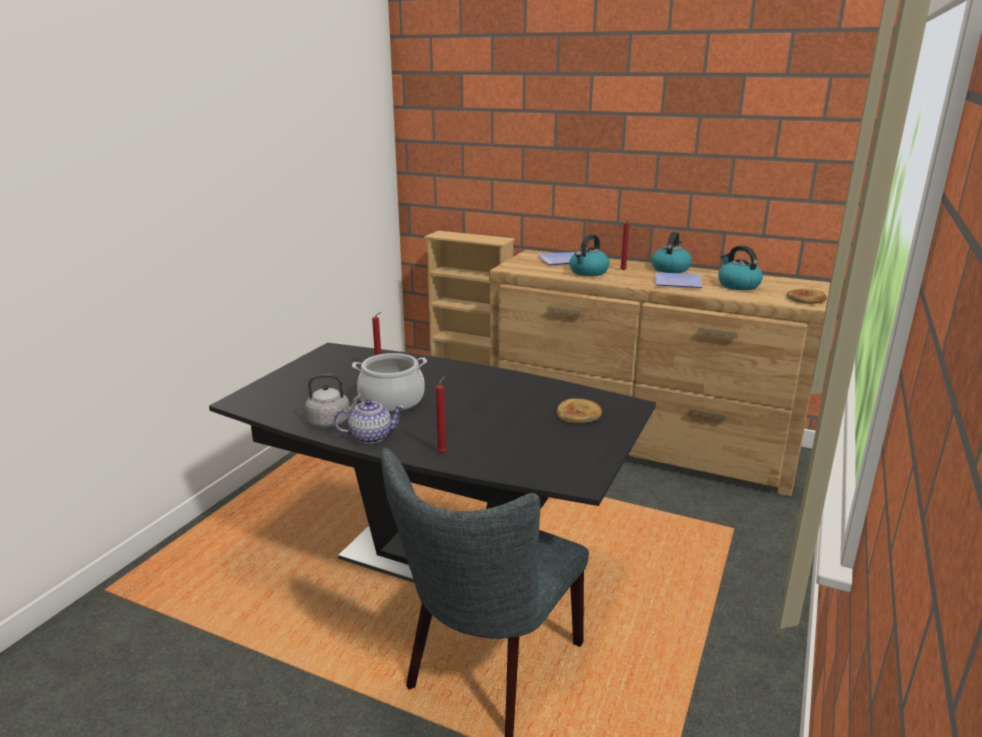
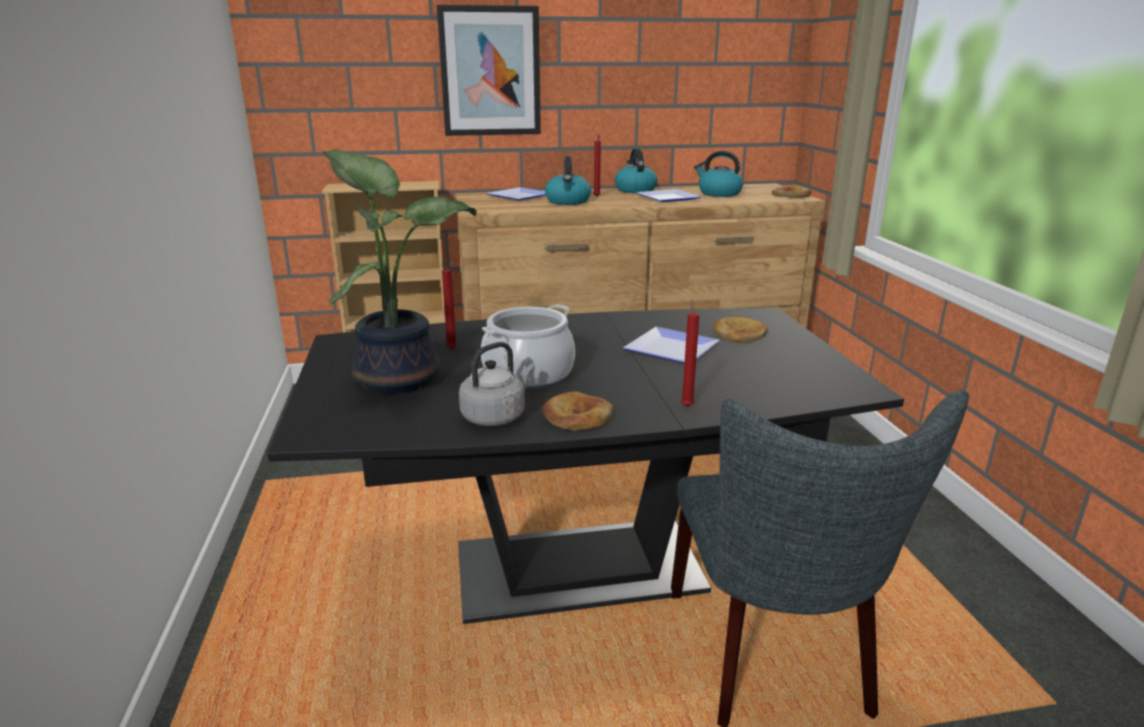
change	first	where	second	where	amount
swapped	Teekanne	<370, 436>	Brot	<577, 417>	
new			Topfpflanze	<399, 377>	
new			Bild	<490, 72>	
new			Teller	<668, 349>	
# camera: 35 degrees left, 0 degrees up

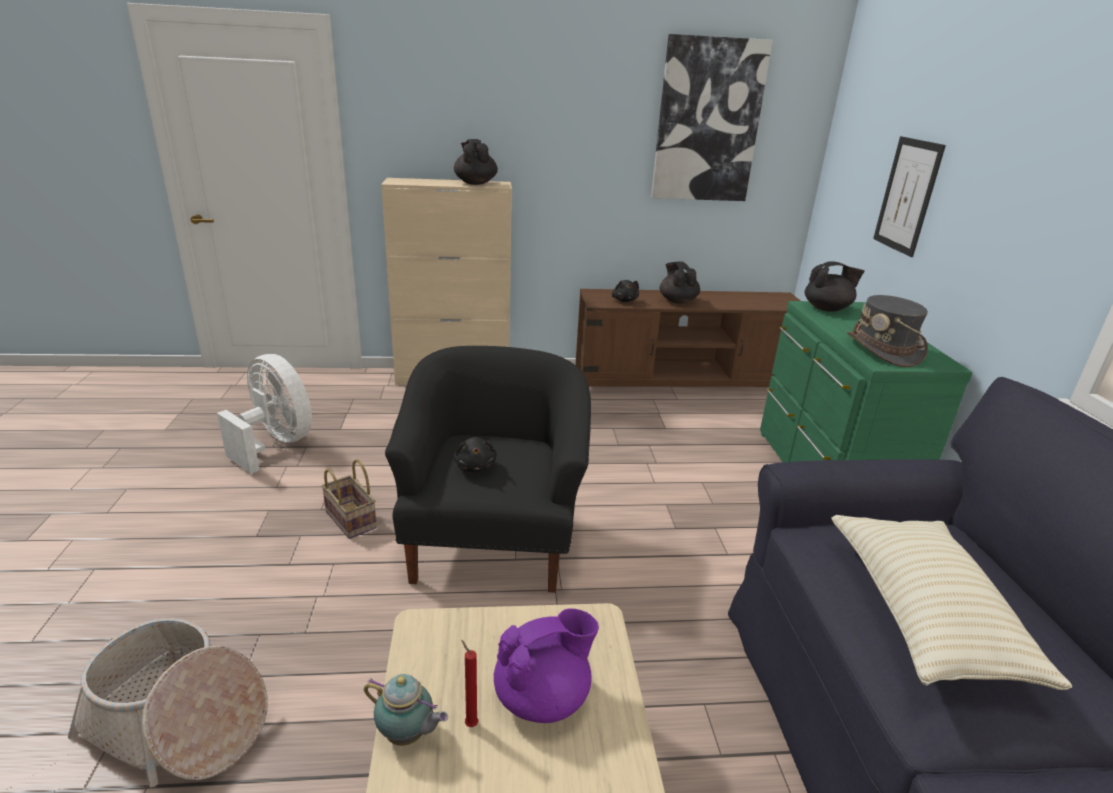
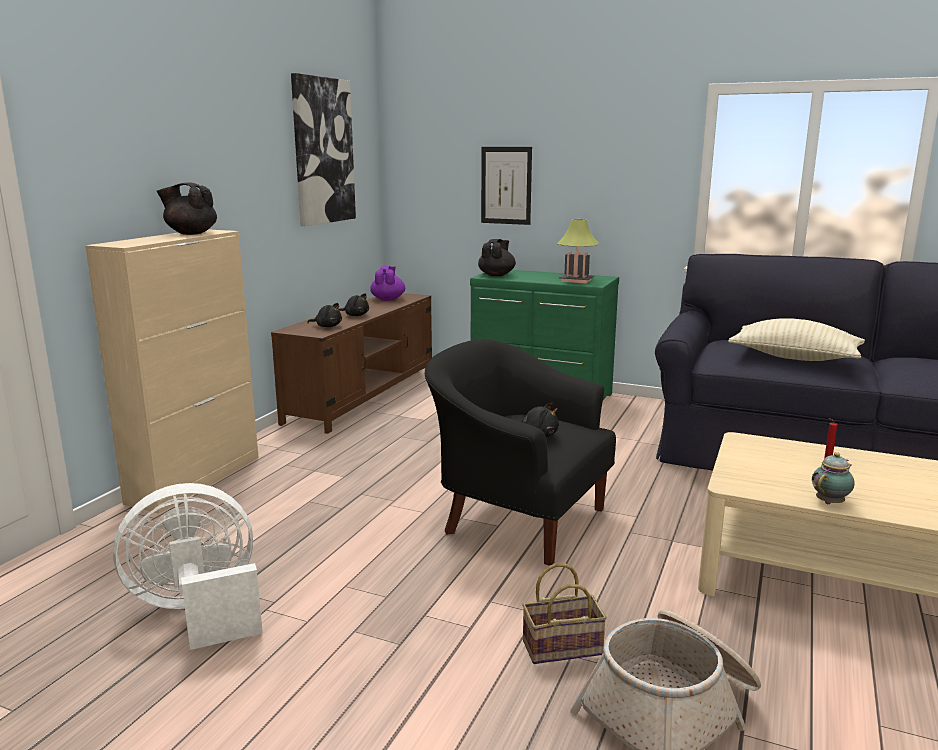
change	first	where	second	where	amount
shifted	Korb	<352, 520>		<563, 646>	
shifted	Teekanne/lila	<543, 697>		<388, 299>	
swapped	Teekanne/schwarz	<677, 301>	Plüschtier/schwarz	<355, 315>	
swapped	Hut/grau	<883, 350>	Tischlampe	<576, 280>	
# camera: 60 degrees left, 10 degrees down

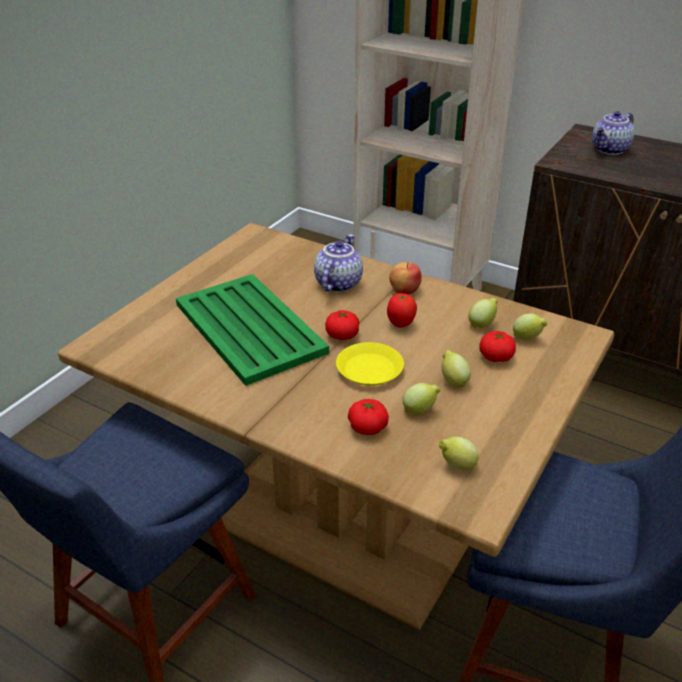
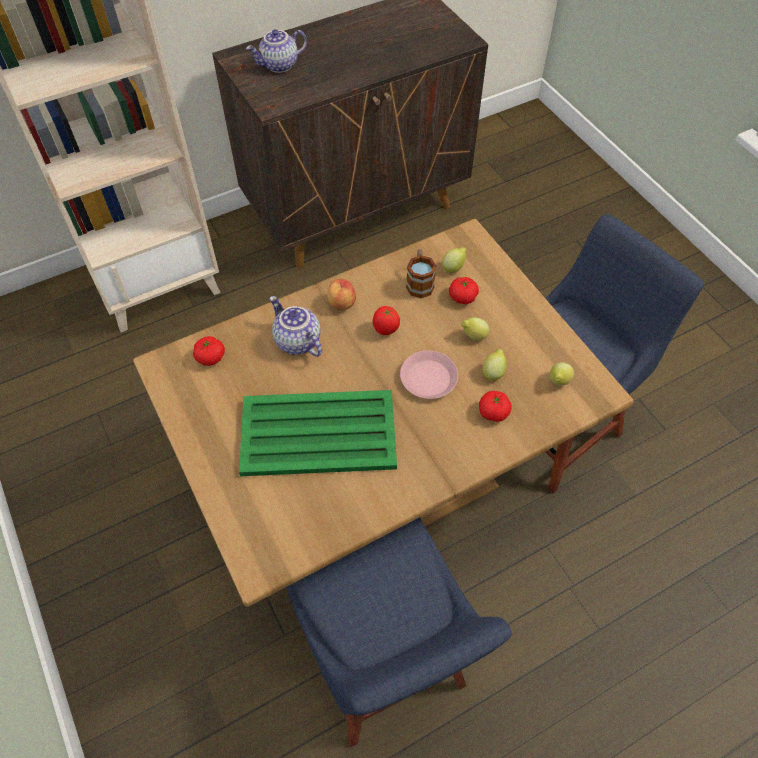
change	first	where	second	where	amount
shifted	Tomate	<342, 335>		<210, 357>	
repainted	Teller/gelb	<369, 369>	Teller/rosa	<428, 378>	
swapped	Zitrone	<482, 324>	Henkelbecher	<419, 282>	
rotated	Teekanne	<610, 150>		<279, 66>	75 degrees clockwise
# camera: 60 degrees left, 20 degrees up

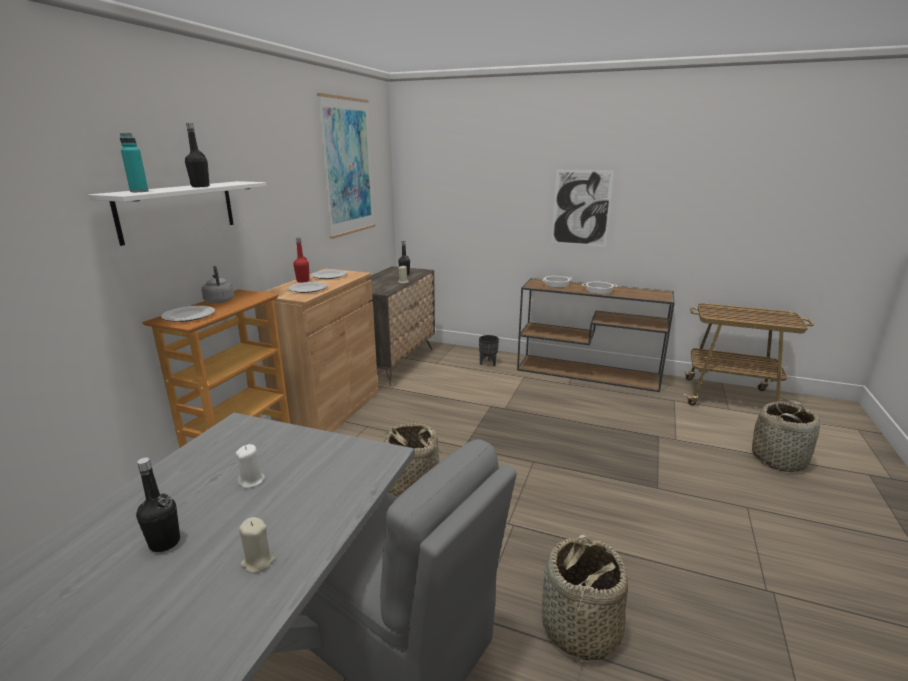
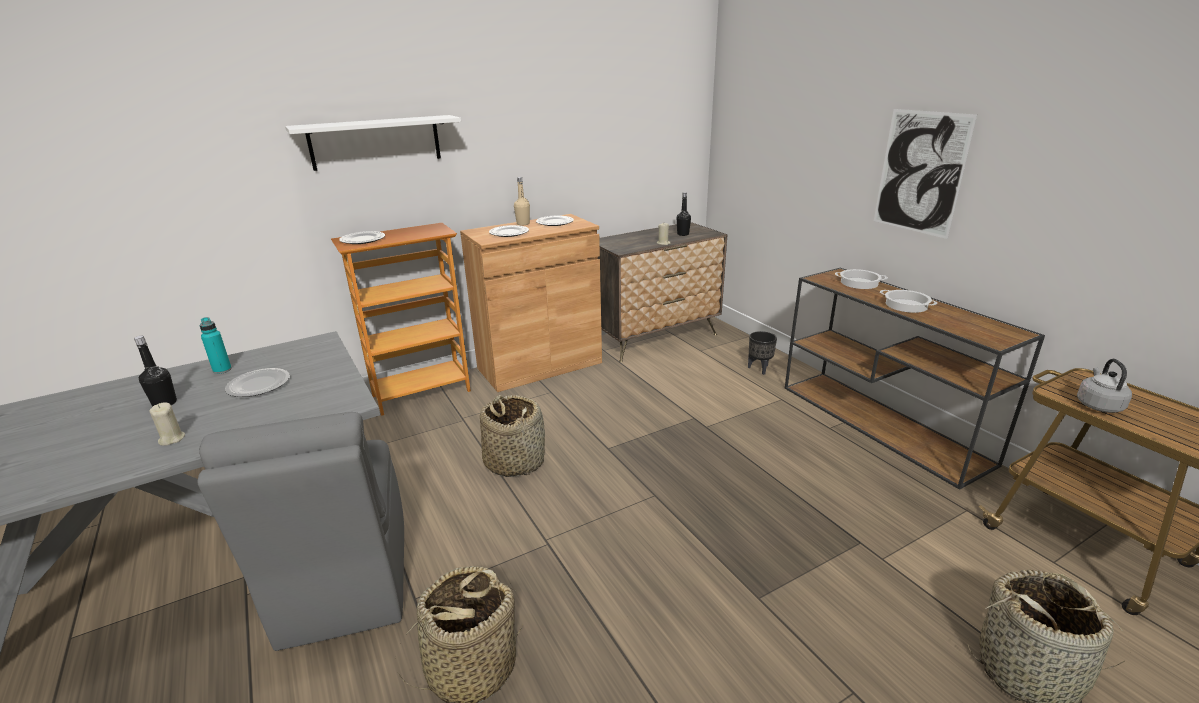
change	first	where	second	where	amount
shifted	Flasche/türkis	<139, 191>		<222, 370>	
gone	Flasche/schwarz	<200, 186>			
shifted	Wasserkessel/grau	<219, 300>		<1098, 405>	
swapped	Kerze/weiß	<252, 481>	Teller	<258, 385>	
repainted	Flasche/rot	<303, 281>	Flasche/beige	<523, 224>	
gone	Bild	<348, 167>			
# camera: 40 degrees right, 5 degrees up

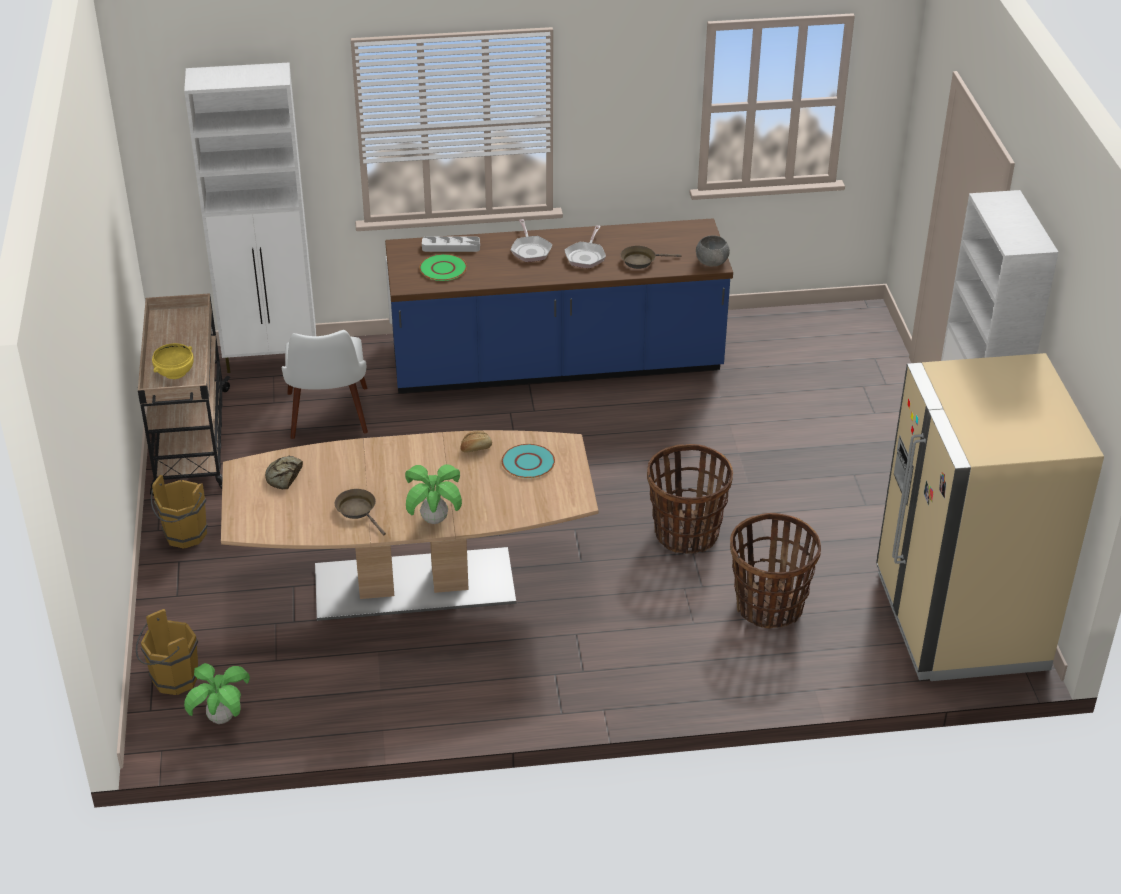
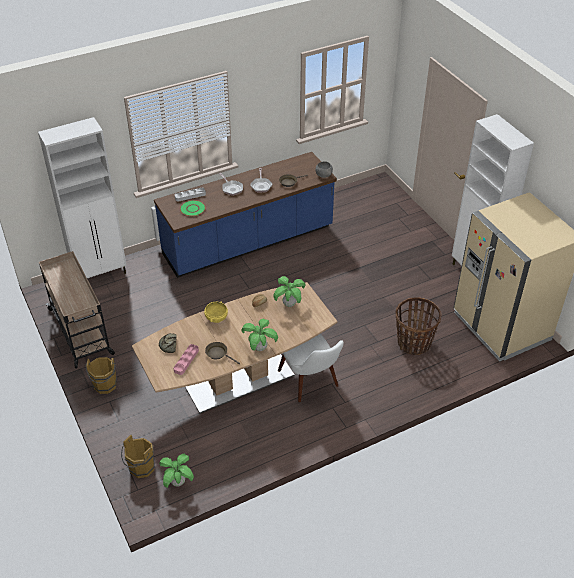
change	first	where	second	where	amount
shifted	Schüssel/gelb	<174, 372>		<216, 318>	
shifted	Stuhl/weiß	<329, 420>		<312, 384>	
swapped	Teller/türkis	<528, 462>	Topfpflanze	<289, 304>	
gone	Korb	<686, 534>			
new			Tablett/rosa	<186, 360>	
# camera: 20 degrees left, 5 degrees up

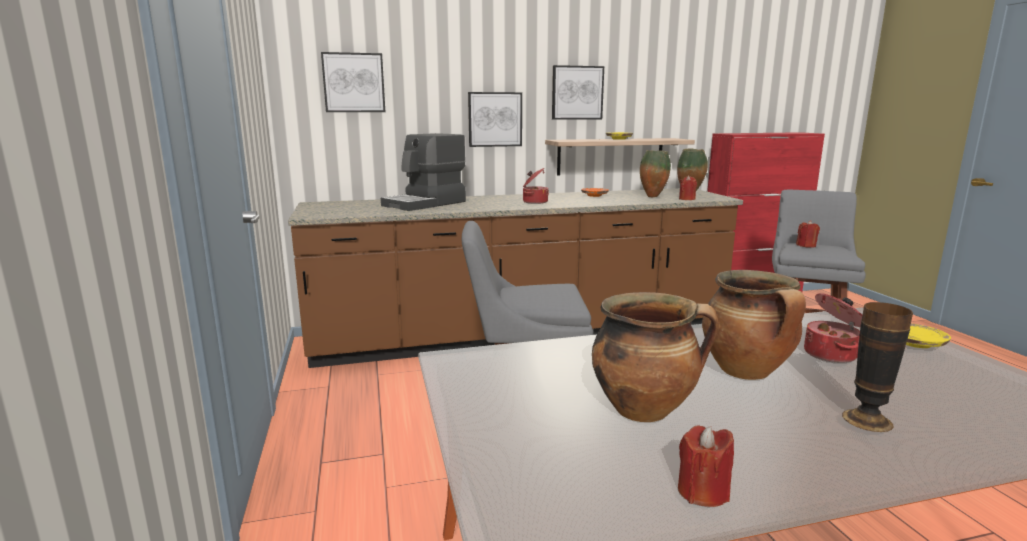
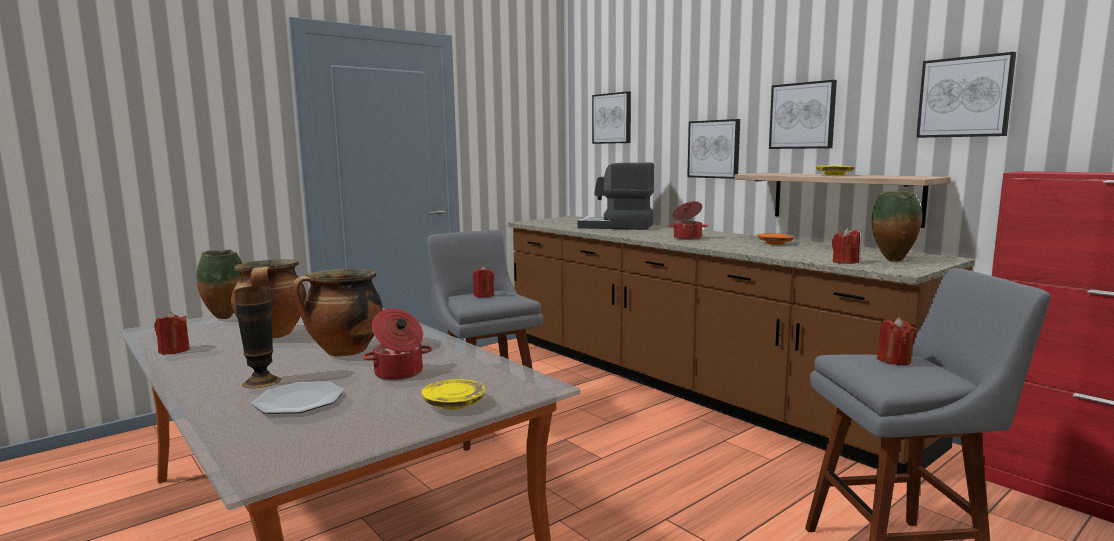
change	first	where	second	where	amount
shifted	Vase	<652, 197>		<226, 318>	
new			Teller	<299, 400>	
new			Kerze/rot	<483, 295>	
new			Bild	<964, 97>	
# camera: 65 degrees right, 5 degrees down

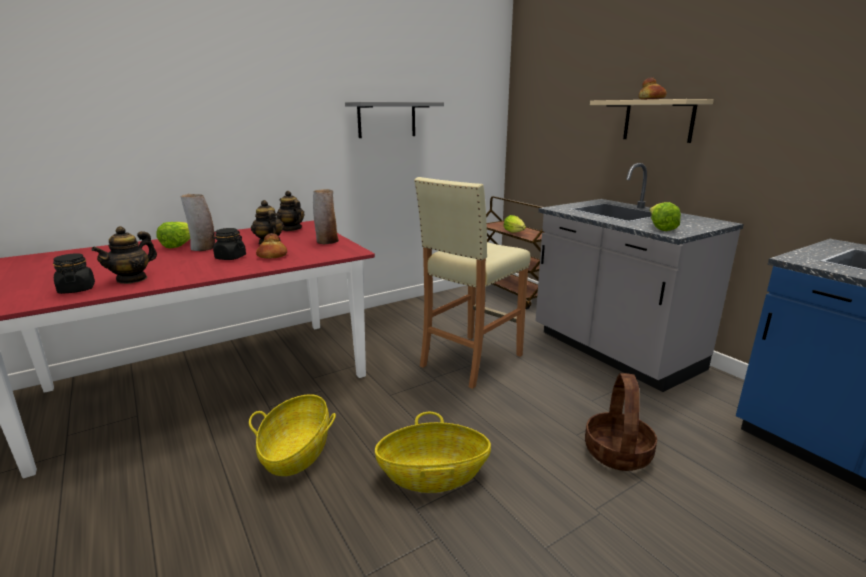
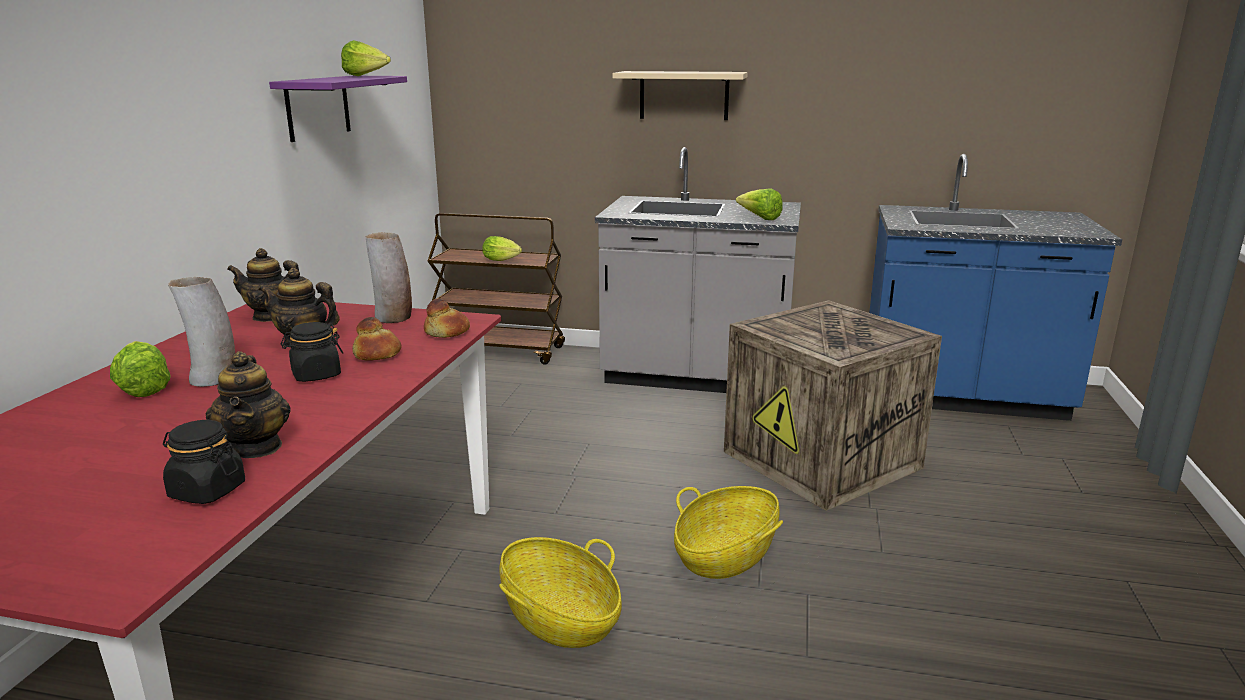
change	first	where	second	where	amount
repainted	Wandregal/grau	<387, 119>	Wandregal/lila	<318, 107>	
gone	Hocker/beige	<470, 360>			
swapped	Korb	<618, 453>	Kiste	<824, 460>	
shifted	Brot	<651, 99>		<446, 333>	
new			Salatkopf	<366, 76>	
# camera: 45 degrees left, 0 degrees up

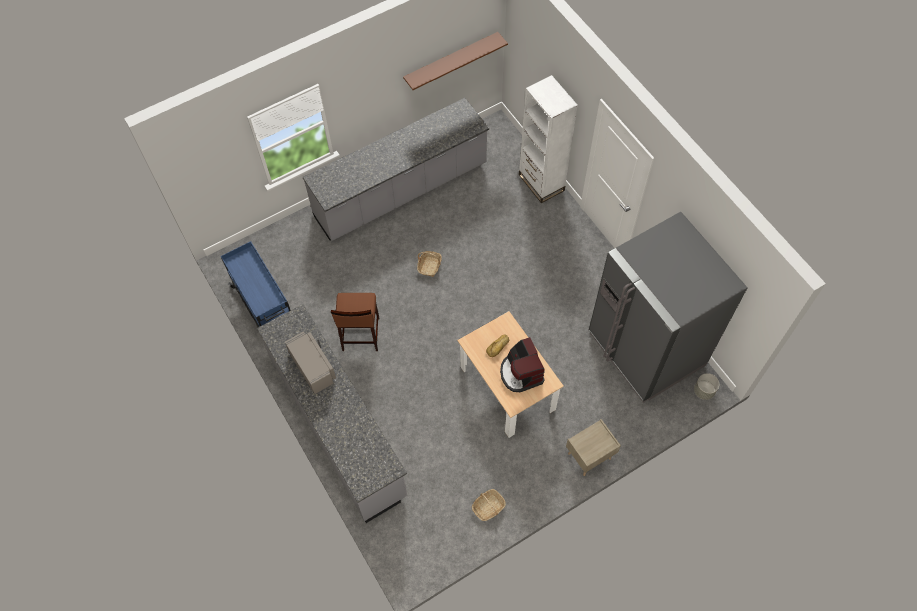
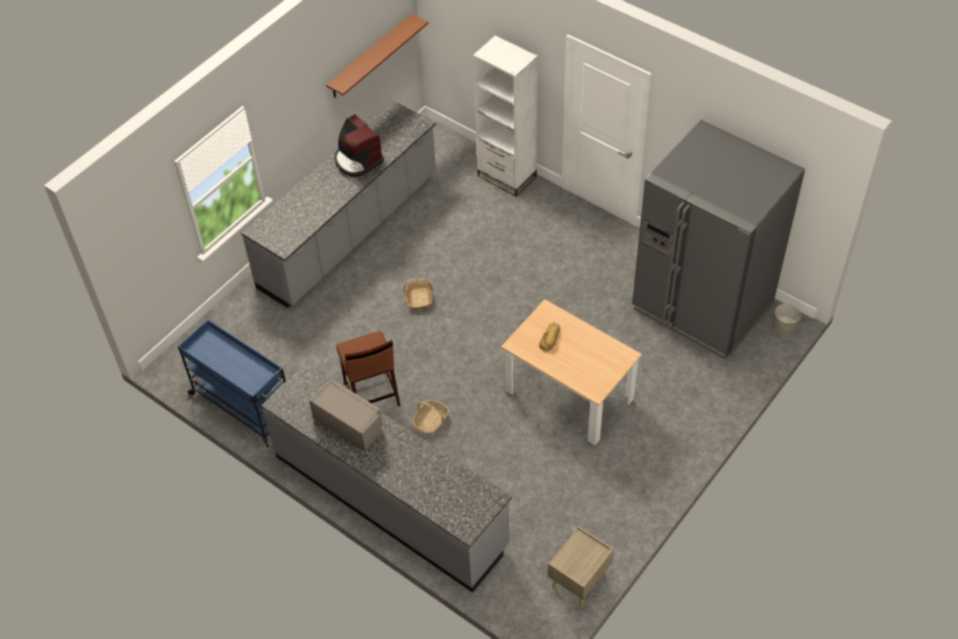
change	first	where	second	where	amount
shifted	Korb	<488, 507>		<431, 421>	
shifted	Kaffeemaschine	<521, 373>		<357, 160>	
shifted	Nachttisch/beige	<589, 456>		<579, 582>	
# camera: 20 degrees left, 10 degrees down

